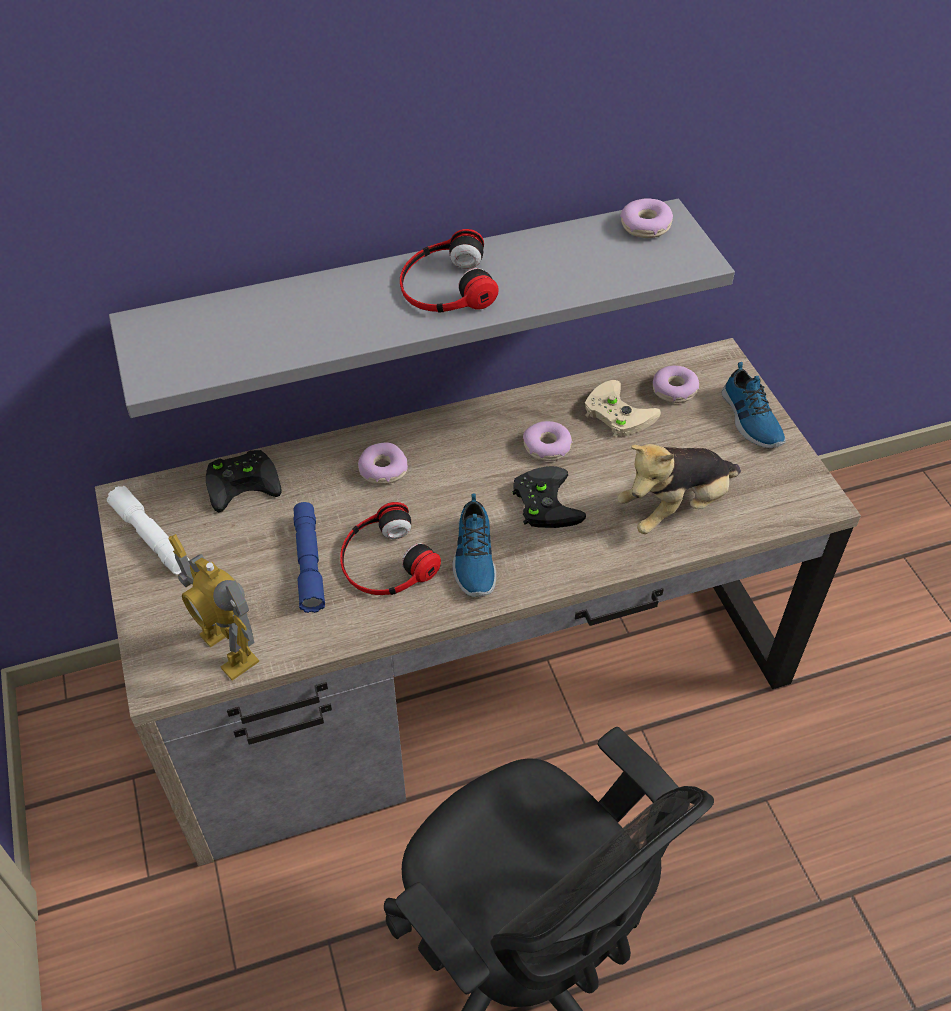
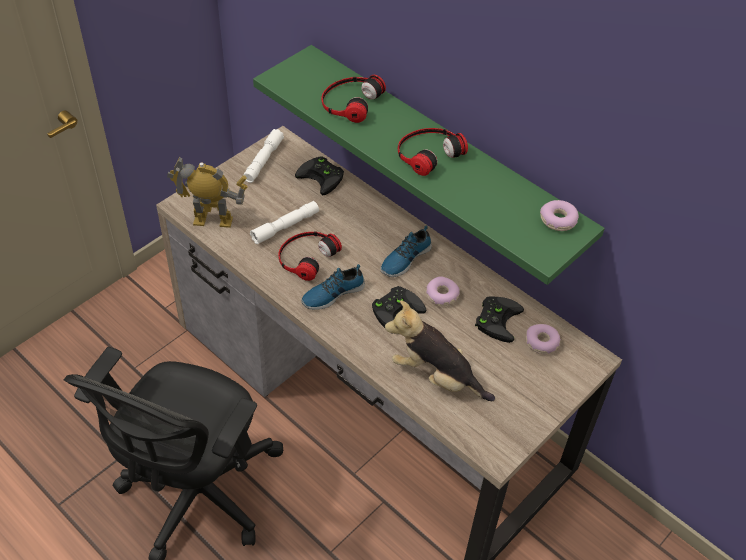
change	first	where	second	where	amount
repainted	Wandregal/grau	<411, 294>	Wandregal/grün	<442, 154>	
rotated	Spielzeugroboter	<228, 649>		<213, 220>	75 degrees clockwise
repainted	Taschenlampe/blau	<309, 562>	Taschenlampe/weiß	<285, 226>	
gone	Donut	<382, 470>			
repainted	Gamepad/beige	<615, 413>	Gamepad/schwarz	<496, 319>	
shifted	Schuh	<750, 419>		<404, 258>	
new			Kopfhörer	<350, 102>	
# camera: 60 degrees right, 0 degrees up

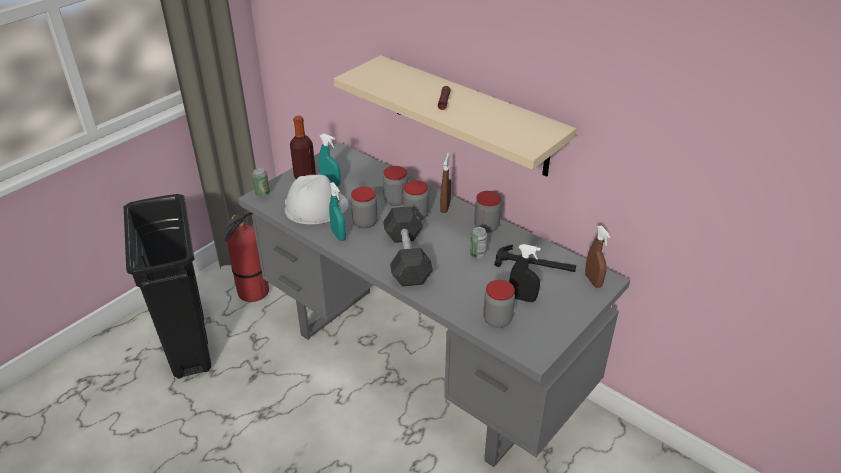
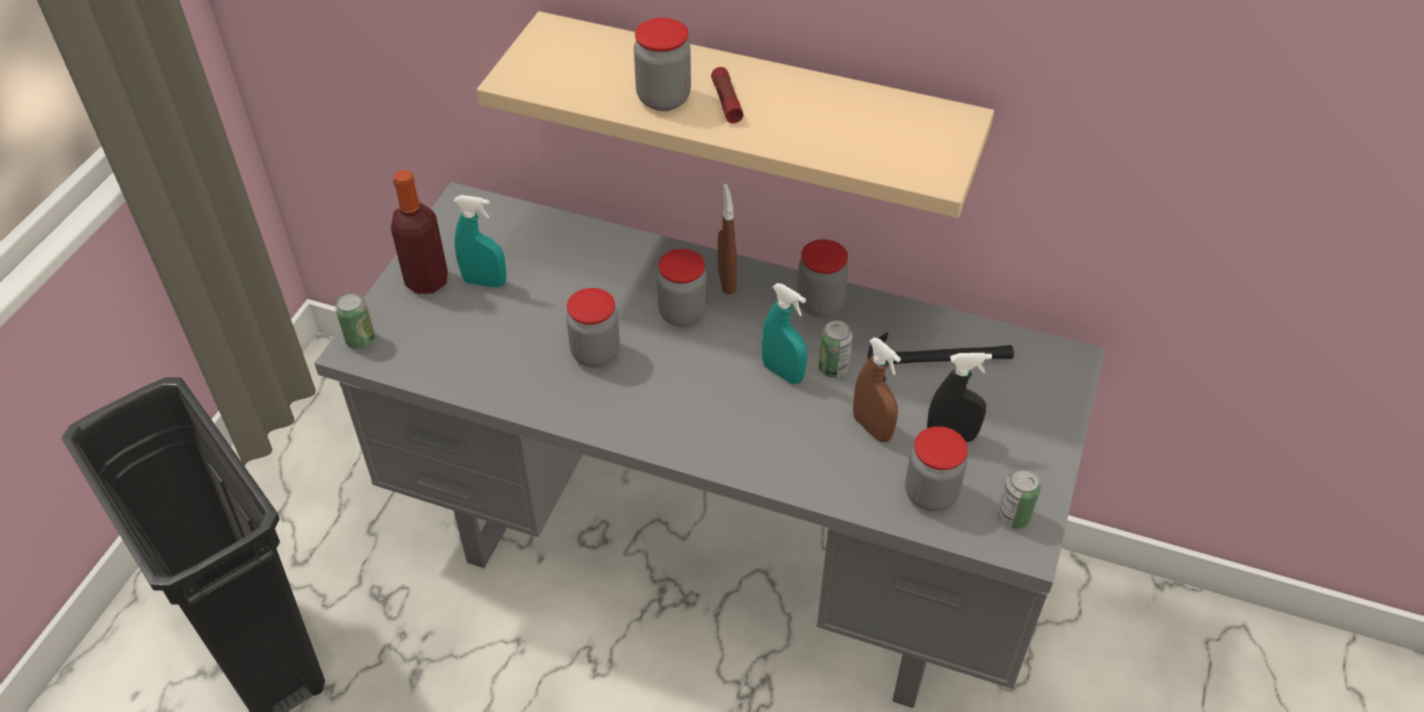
change	first	where	second	where	amount
gone	Feuerlöscher	<253, 292>			
gone	Schutzhelm/weiß	<316, 206>			
shifted	Sprühflasche/türkis	<338, 235>		<782, 373>	
shifted	Vorratsglas	<396, 200>		<663, 98>	
gone	Hantel/grau	<407, 258>			
shifted	Sprühflasche/braun	<593, 281>		<872, 428>	
new			Dose	<1013, 517>	
# camera: 20 degrees left, 10 degrees up

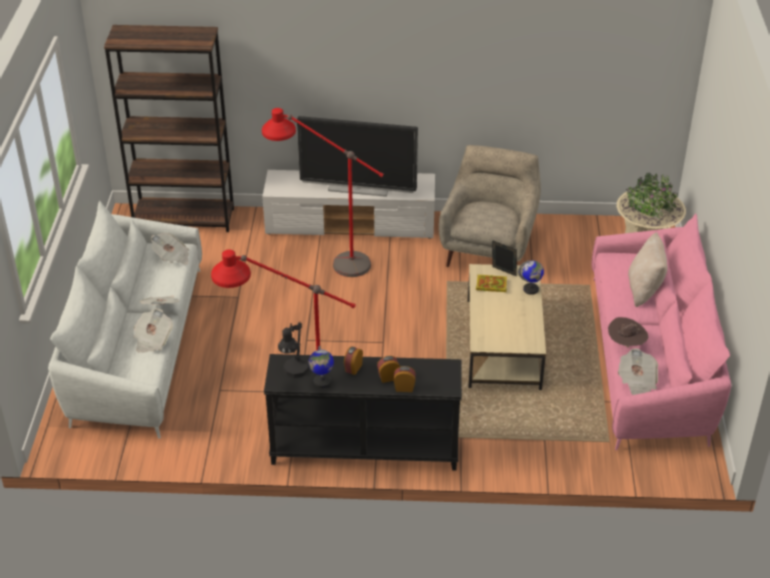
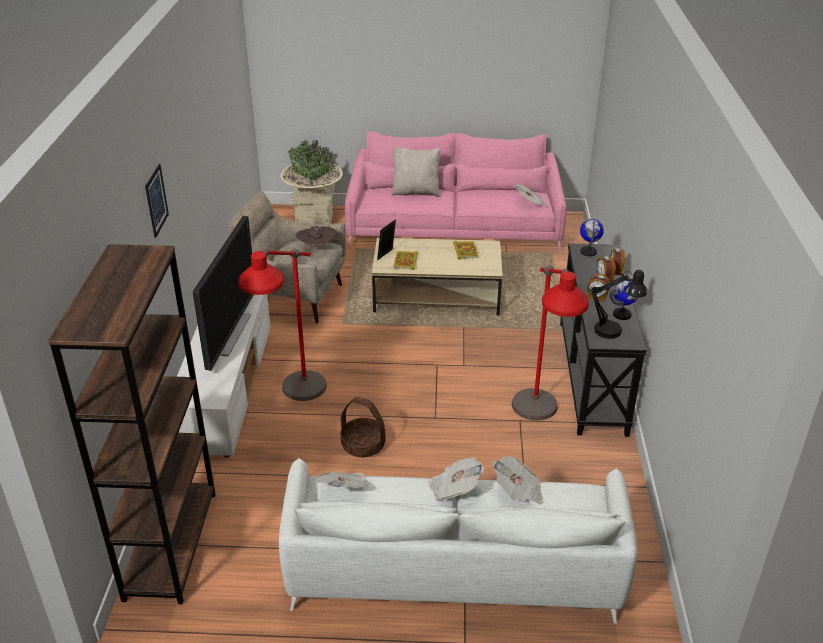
change	first	where	second	where	amount
shifted	Globus	<531, 289>		<588, 252>	
shifted	Hut/braun	<626, 344>		<316, 248>	
new			Bild	<156, 200>	
new			Korb	<363, 445>	
new			Buch	<465, 251>	
# camera: 90 degrees left, 5 degrees down

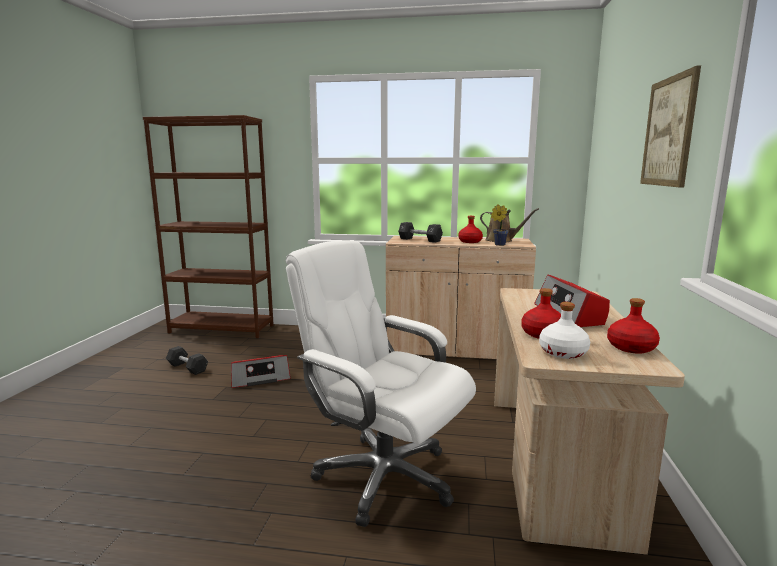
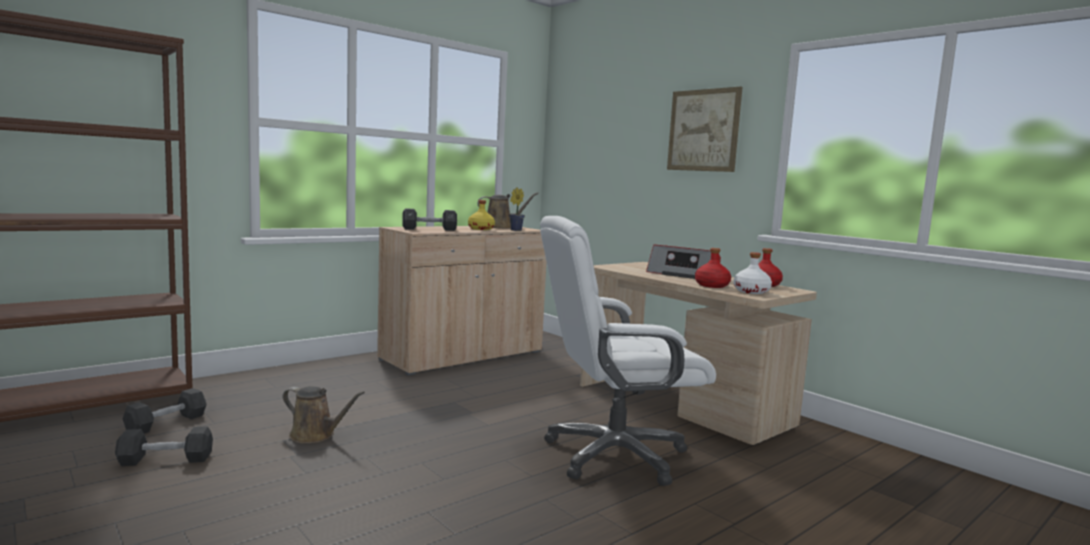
change	first	where	second	where	amount
swapped	Radio	<260, 378>	Gießkanne/braun	<315, 435>	
repainted	Flasche/rot	<470, 242>	Flasche/gelb	<481, 229>	
new			Hantel/schwarz	<166, 423>	
# camera: 50 degrees left, 5 degrees down

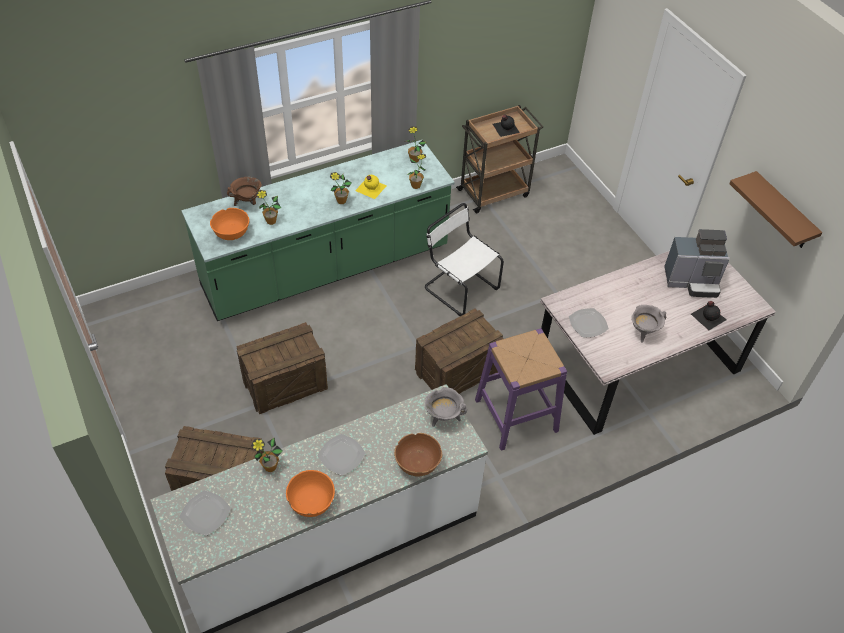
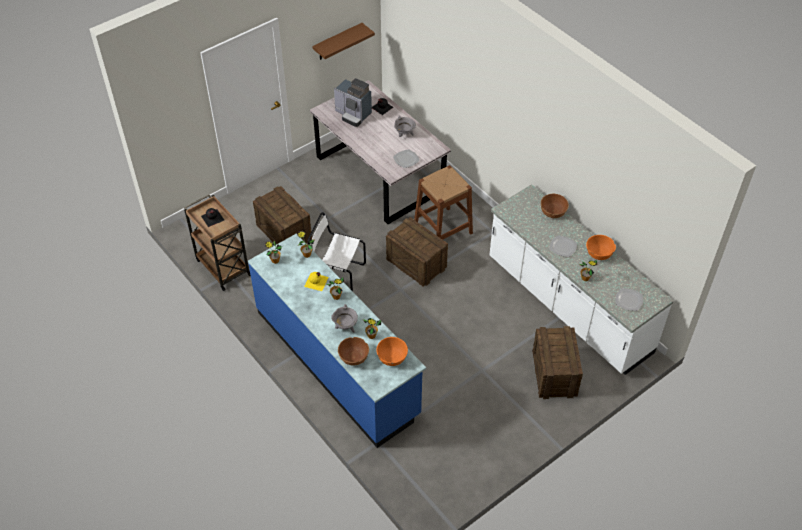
change	first	where	second	where	amount
repainted	Küchenzeile/grün	<326, 268>	Küchenzeile/blau	<337, 362>	
swapped	Kochtopf/braun	<247, 202>	Schüssel/braun	<353, 357>	
shifted	Kiste	<285, 383>		<284, 232>	
rotated	Stuhl/weiß	<459, 287>		<336, 274>	75 degrees clockwise
shifted	Kochtopf/grau	<443, 417>		<345, 327>	
repainted	Hocker/lila	<516, 415>	Hocker/braun	<443, 229>	
rotated	Kaffeemaschine	<692, 281>		<353, 114>	135 degrees clockwise
# camera: 100 degrees left, 0 degrees up

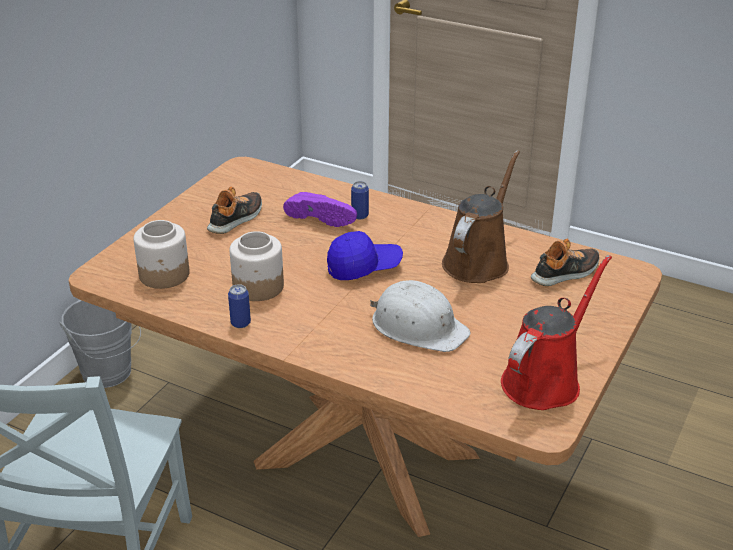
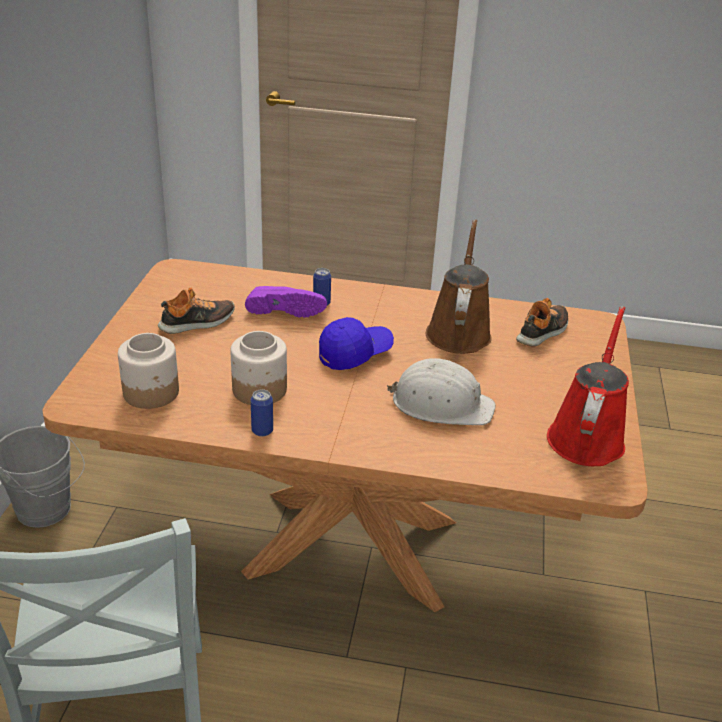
change	first	where	second	where	amount
rotated	Schuh	<236, 219>		<198, 323>	45 degrees clockwise
# camera: 20 degrees left, 0 degrees up

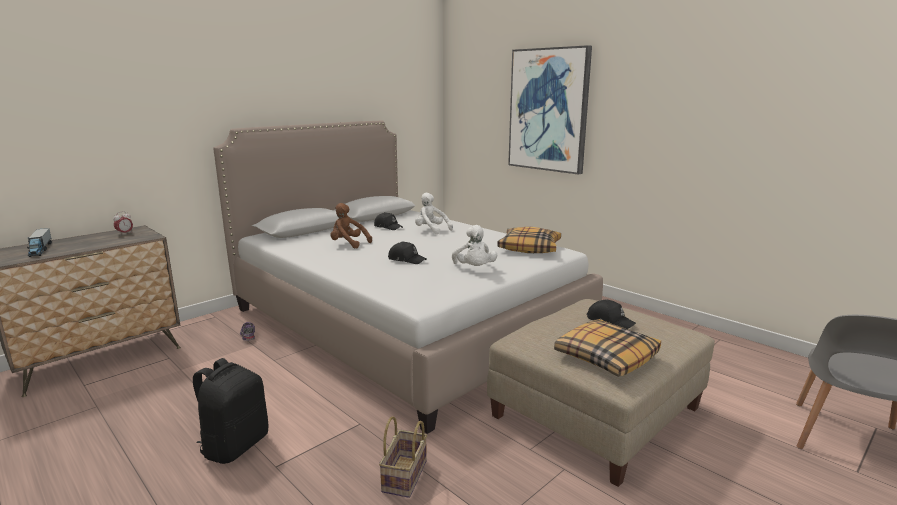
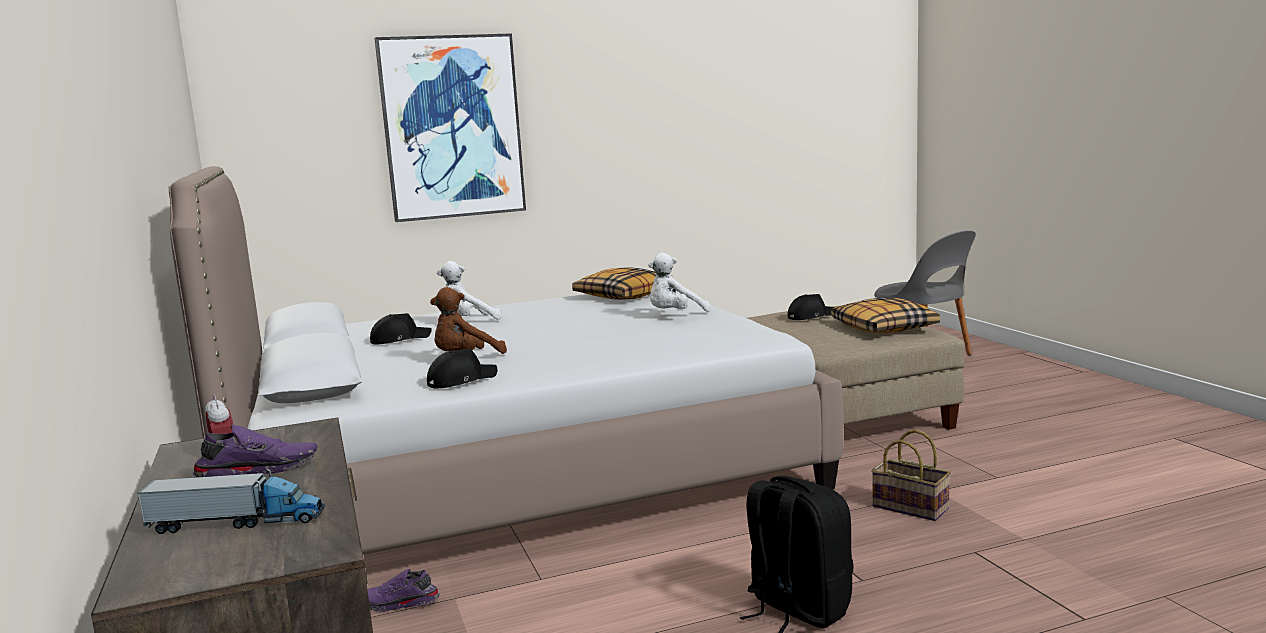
change	first	where	second	where	amount
shifted	Kappe/schwarz	<407, 259>		<461, 380>	
rotated	Plüschtier/weiß	<474, 269>		<675, 315>	135 degrees clockwise
new			Schuh/lila	<258, 470>	
# camera: 65 degrees left, 5 degrees down

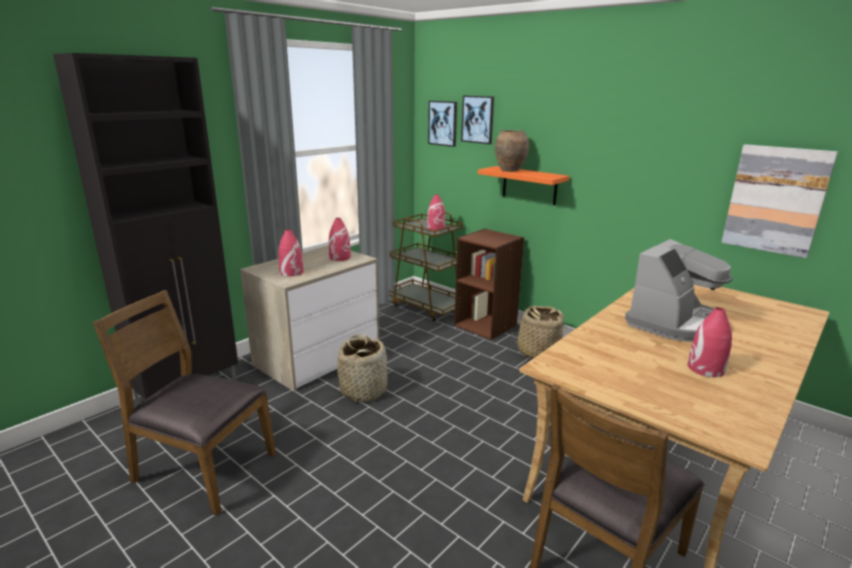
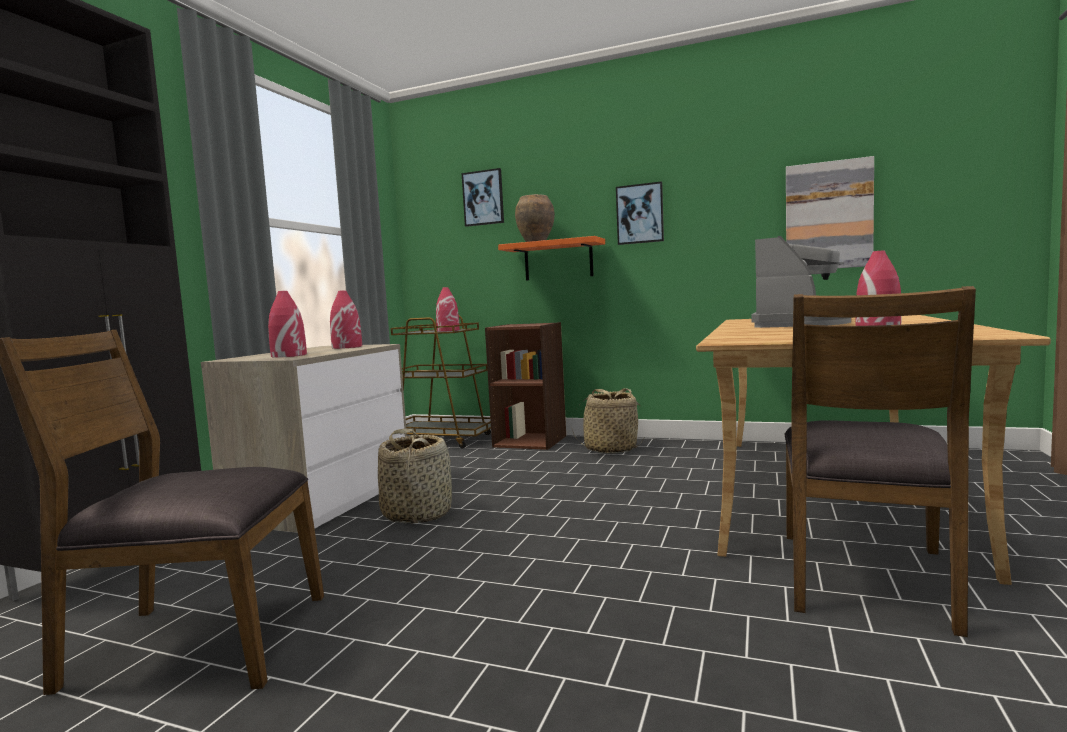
change	first	where	second	where	amount
shifted	Bild	<443, 123>		<640, 214>	
# camera: 20 degrees left, 15 degrees down

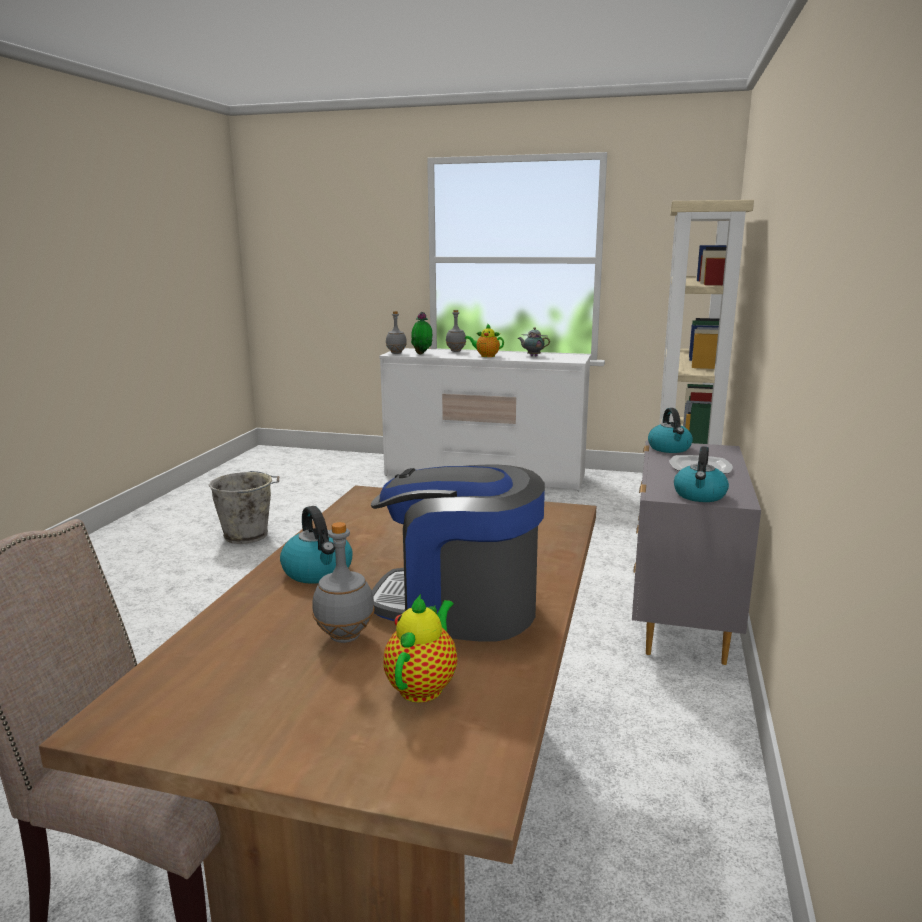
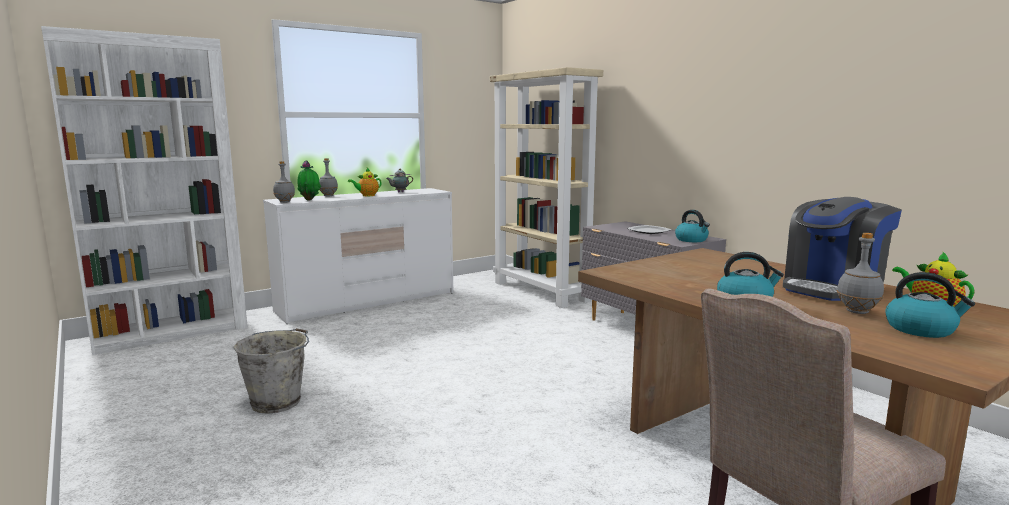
change	first	where	second	where	amount
shifted	Wasserkessel	<670, 448>		<921, 329>	
new			Bücherregal/weiß	<171, 332>	
# camera: 50 degrees left, 5 degrees down

